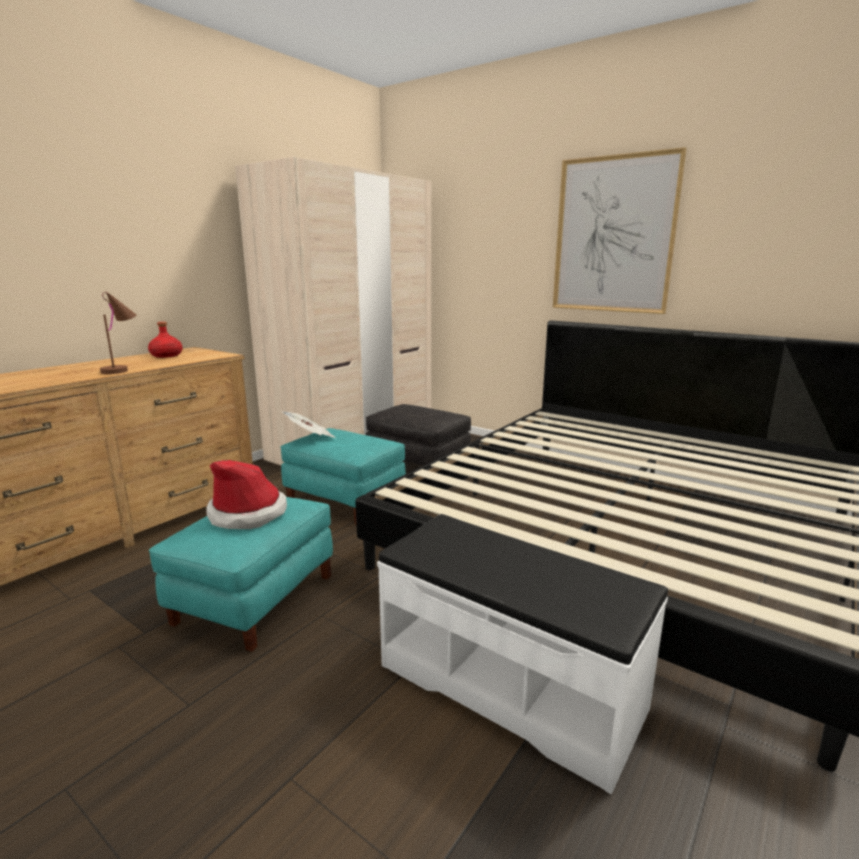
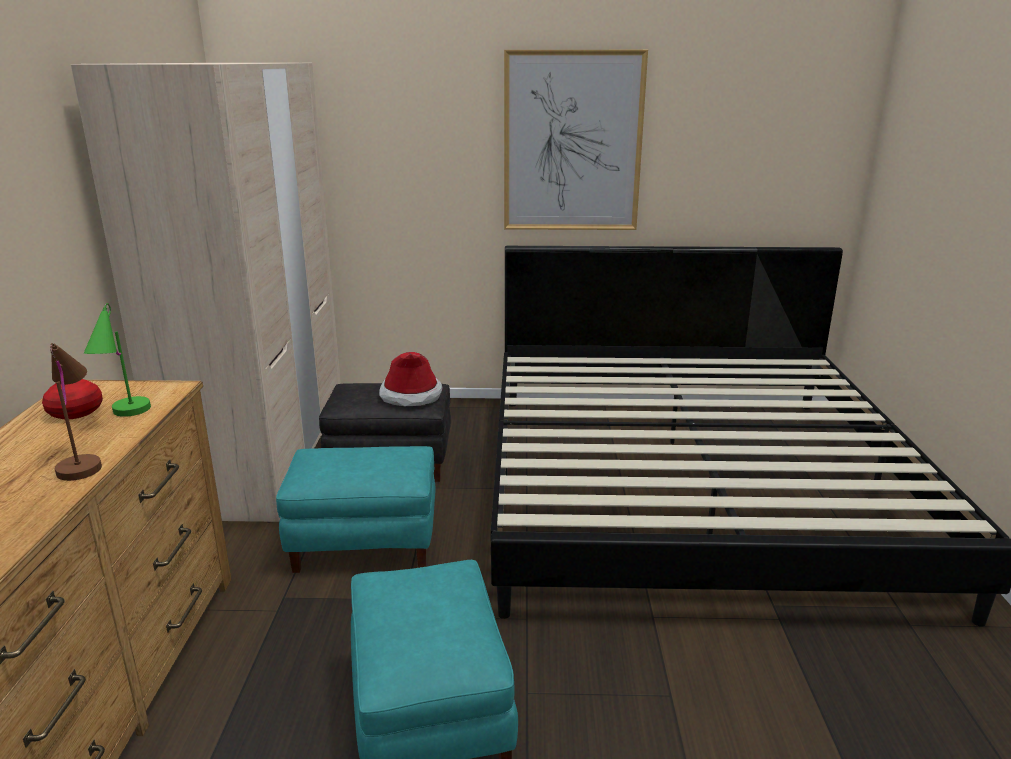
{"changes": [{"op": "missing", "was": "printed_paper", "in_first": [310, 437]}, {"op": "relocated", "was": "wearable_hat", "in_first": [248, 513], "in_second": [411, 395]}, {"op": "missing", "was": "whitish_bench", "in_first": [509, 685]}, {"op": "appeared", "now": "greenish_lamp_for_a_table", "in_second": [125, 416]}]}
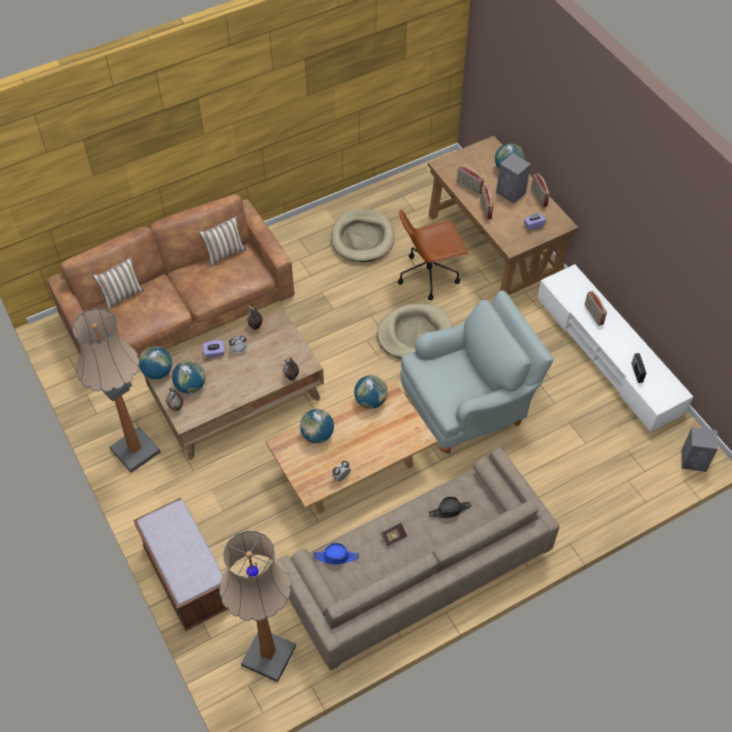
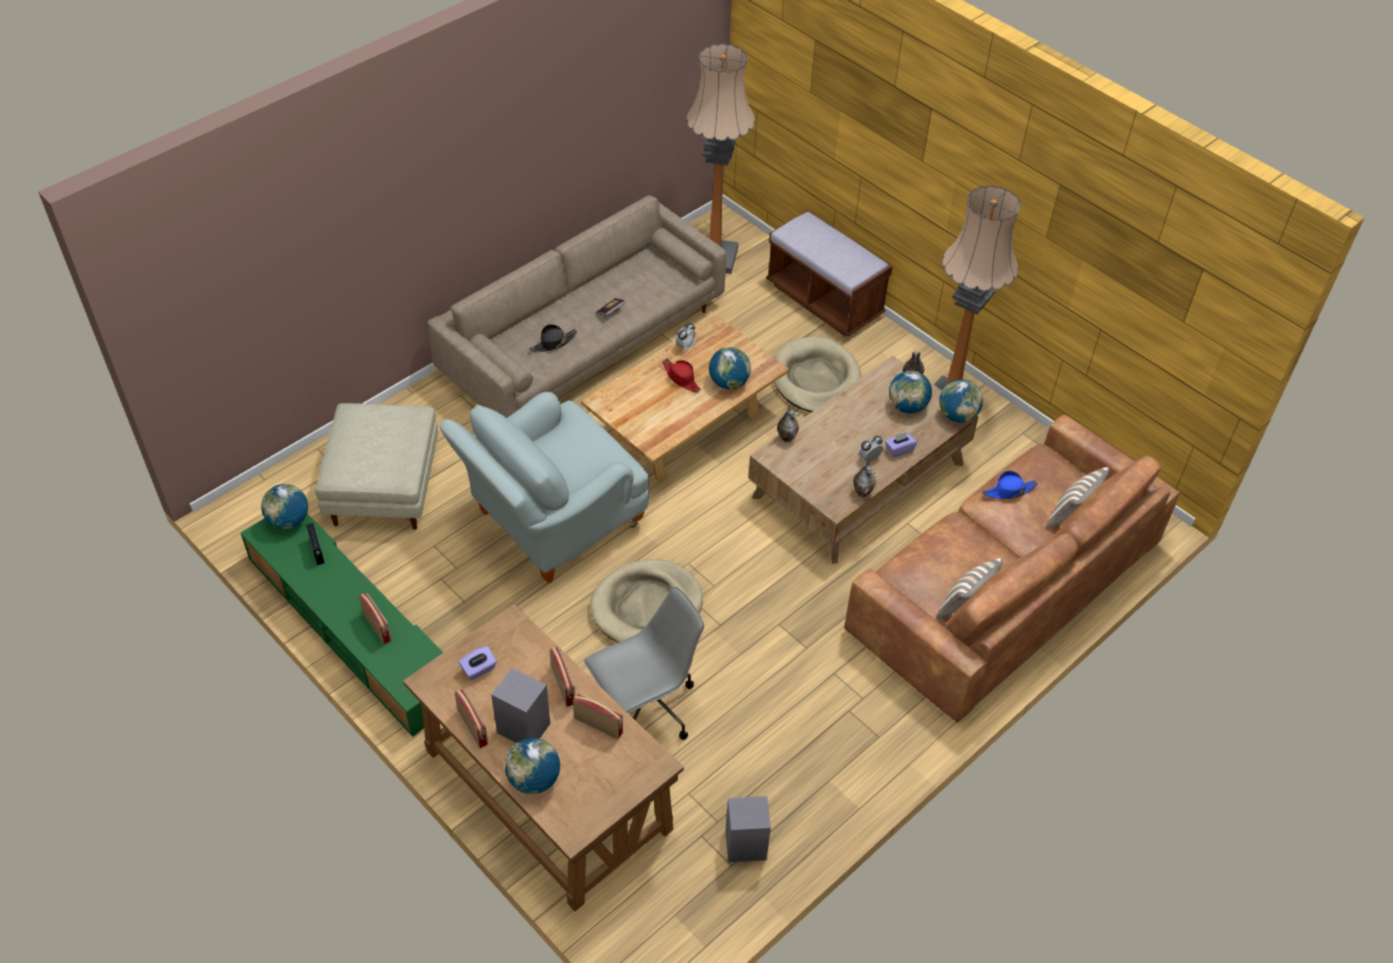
{"changes": [{"op": "relocated", "was": "sand-coloured_pet_bed", "in_first": [362, 238], "in_second": [816, 379]}, {"op": "colour", "was": "brown_computer_chair", "now": "gray_computer_chair", "in_first": [429, 275], "in_second": [646, 709]}, {"op": "colour", "was": "whitish_media_console", "now": "greenish_media_console", "in_first": [608, 355], "in_second": [354, 627]}, {"op": "relocated", "was": "world_globe", "in_first": [370, 401], "in_second": [289, 521]}, {"op": "relocated", "was": "gray_audio_speaker", "in_first": [694, 461], "in_second": [744, 845]}, {"op": "relocated", "was": "blue-coloured_wearable_hat", "in_first": [336, 557], "in_second": [1009, 491]}, {"op": "appeared", "now": "red_wearable_hat", "in_second": [681, 378]}, {"op": "appeared", "now": "sand-coloured_pouffe", "in_second": [383, 485]}]}
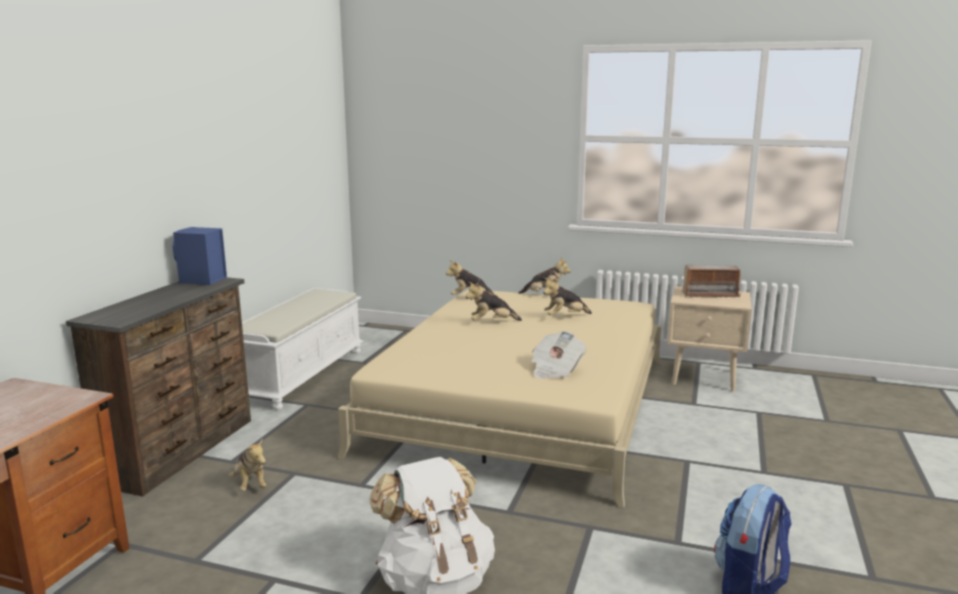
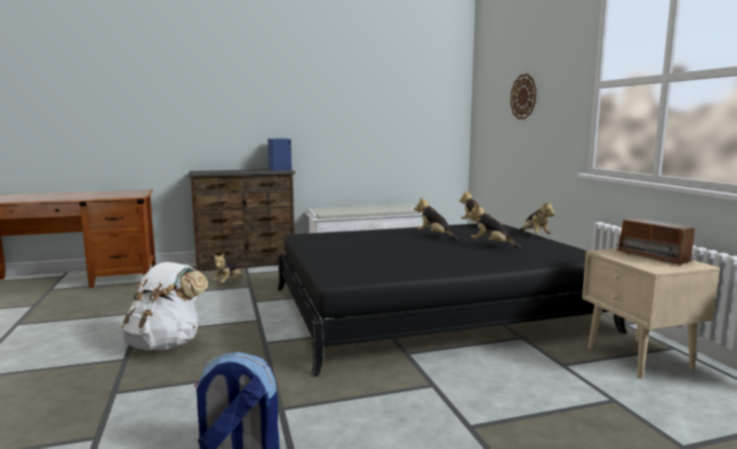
{"changes": [{"op": "colour", "was": "sand-coloured_bed", "now": "black_bed", "in_first": [522, 404], "in_second": [431, 308]}, {"op": "missing", "was": "printed_paper", "in_first": [555, 370]}, {"op": "appeared", "now": "wall_clock", "in_second": [523, 96]}]}
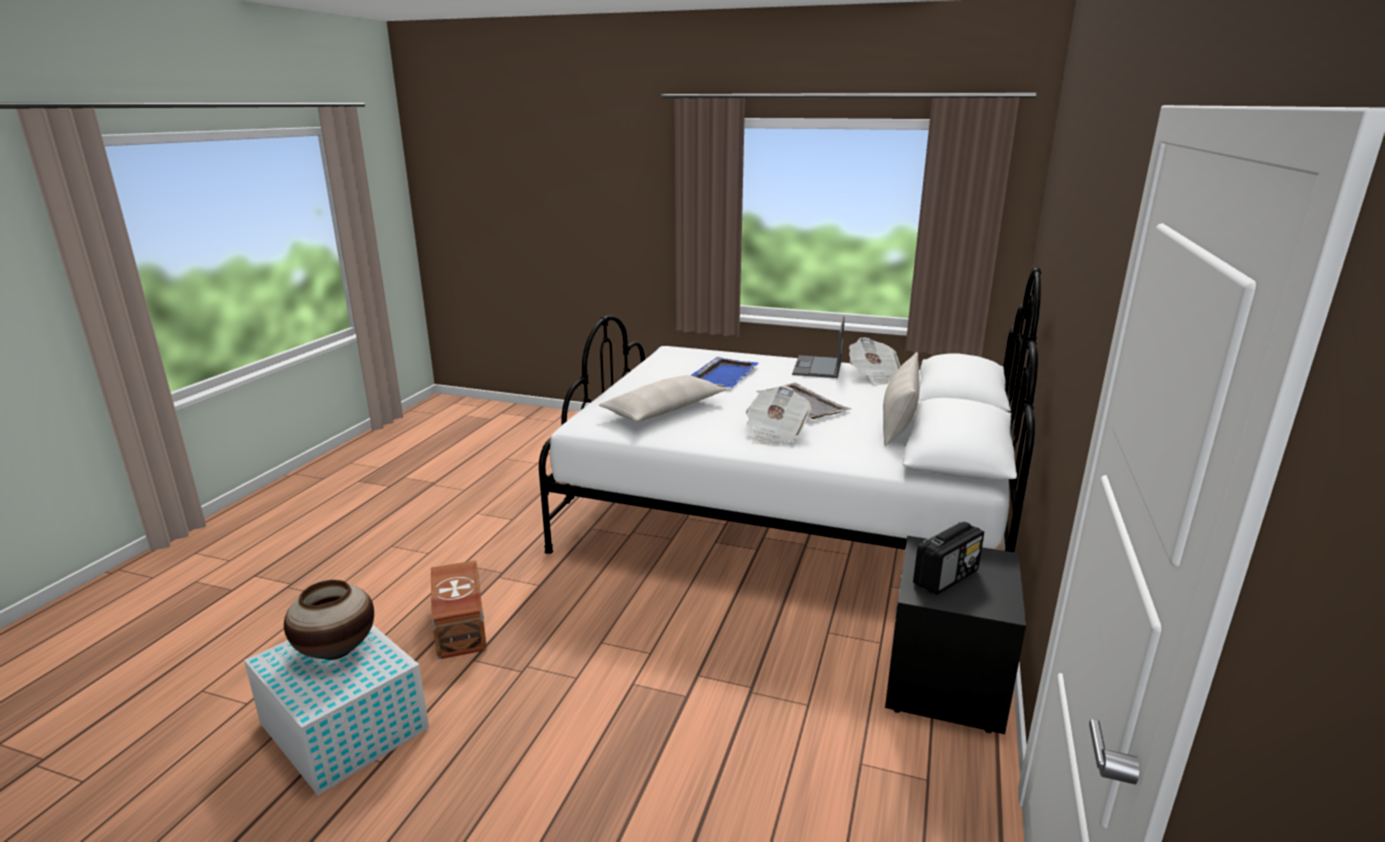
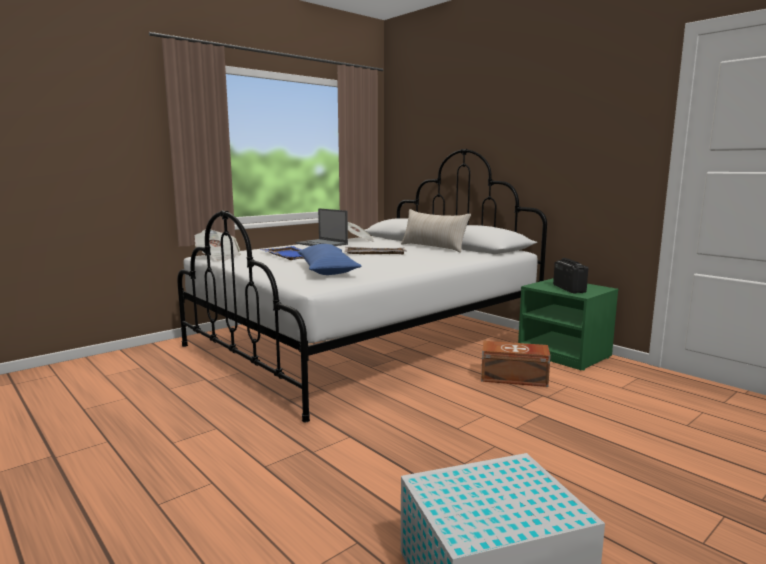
{"changes": [{"op": "colour", "was": "sand-coloured_throw_pillow", "now": "blue-coloured_throw_pillow", "in_first": [663, 410], "in_second": [327, 270]}, {"op": "relocated", "was": "printed_paper", "in_first": [775, 433], "in_second": [218, 257]}, {"op": "colour", "was": "black_bedside_table", "now": "greenish_bedside_table", "in_first": [947, 681], "in_second": [565, 354]}, {"op": "relocated", "was": "brown_storage_box", "in_first": [459, 627], "in_second": [515, 378]}, {"op": "missing", "was": "decorative_vase", "in_first": [337, 650]}]}
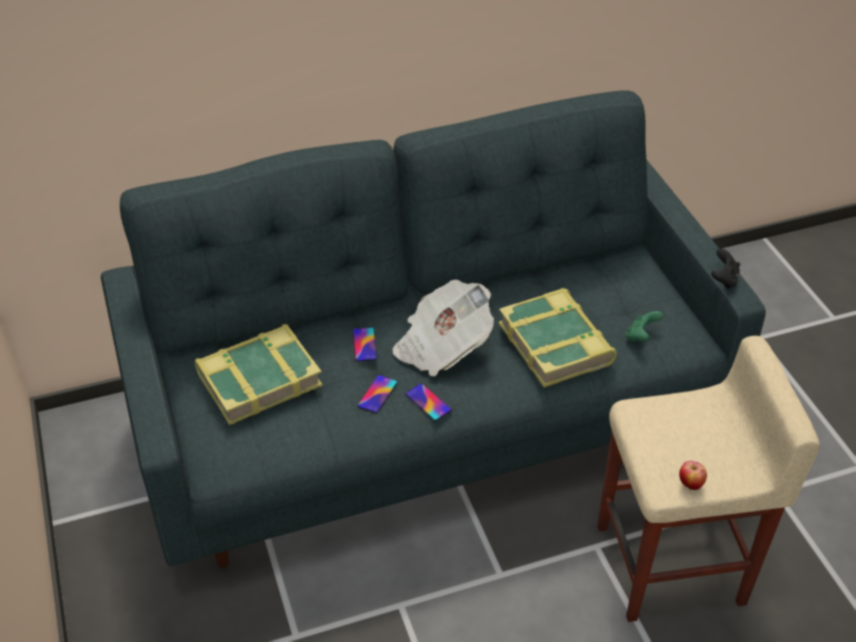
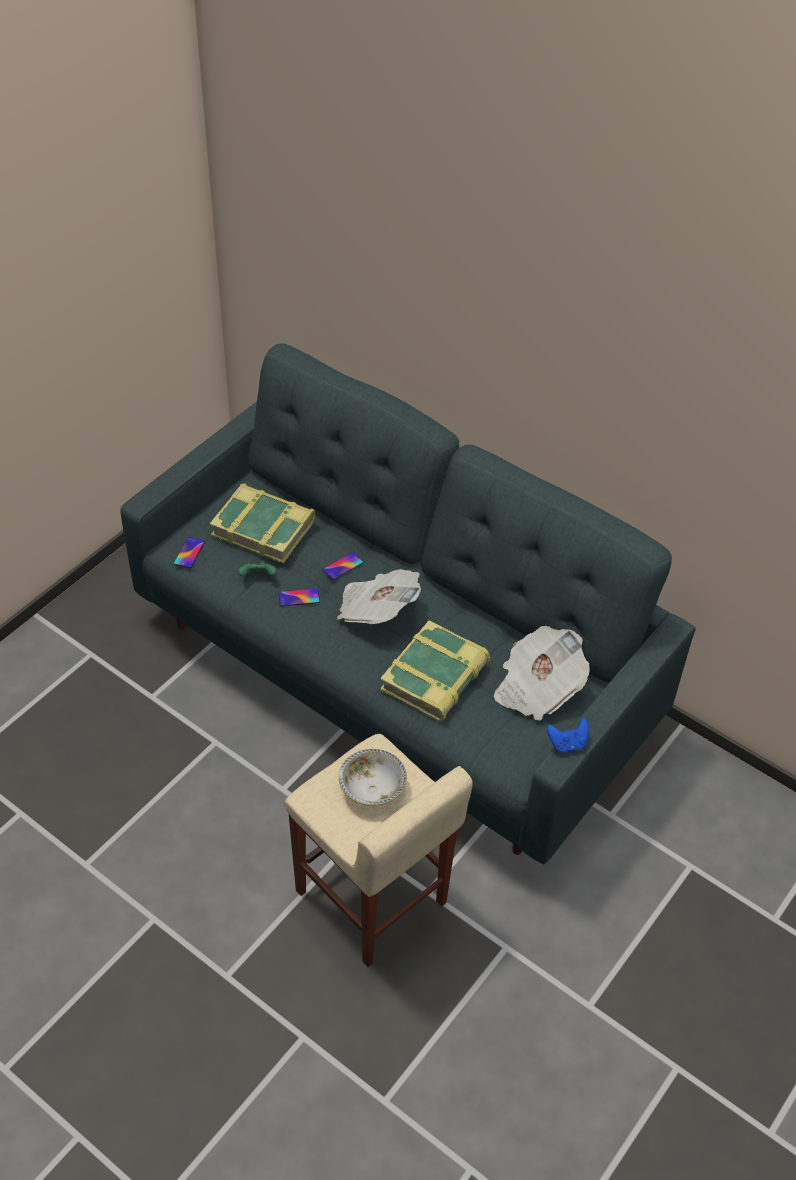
{"changes": [{"op": "colour", "was": "black_game_controller", "now": "blue-coloured_game_controller", "in_first": [723, 279], "in_second": [567, 743]}, {"op": "relocated", "was": "greenish_game_controller", "in_first": [641, 336], "in_second": [258, 577]}, {"op": "relocated", "was": "phone", "in_first": [428, 402], "in_second": [189, 553]}, {"op": "missing", "was": "apple_fruit", "in_first": [690, 484]}, {"op": "appeared", "now": "printed_paper", "in_second": [537, 687]}, {"op": "appeared", "now": "serving_bowl", "in_second": [372, 789]}]}
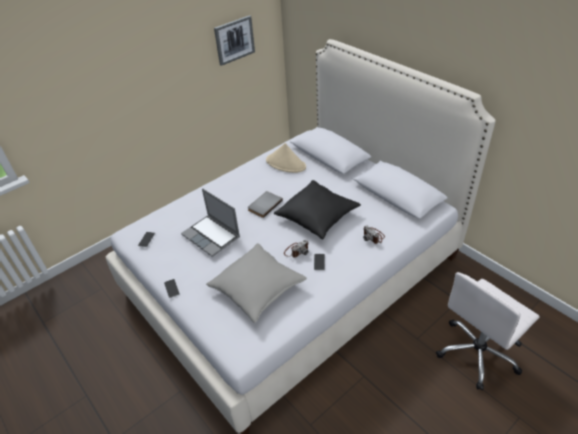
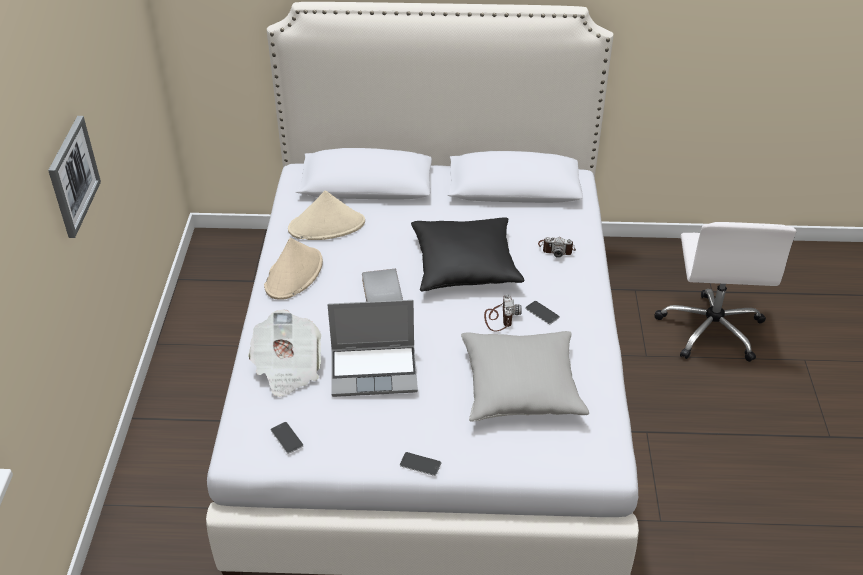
{"changes": [{"op": "relocated", "was": "picture", "in_first": [234, 40], "in_second": [72, 176]}, {"op": "appeared", "now": "sand-coloured_wearable_hat", "in_second": [294, 274]}, {"op": "appeared", "now": "printed_paper", "in_second": [287, 368]}]}
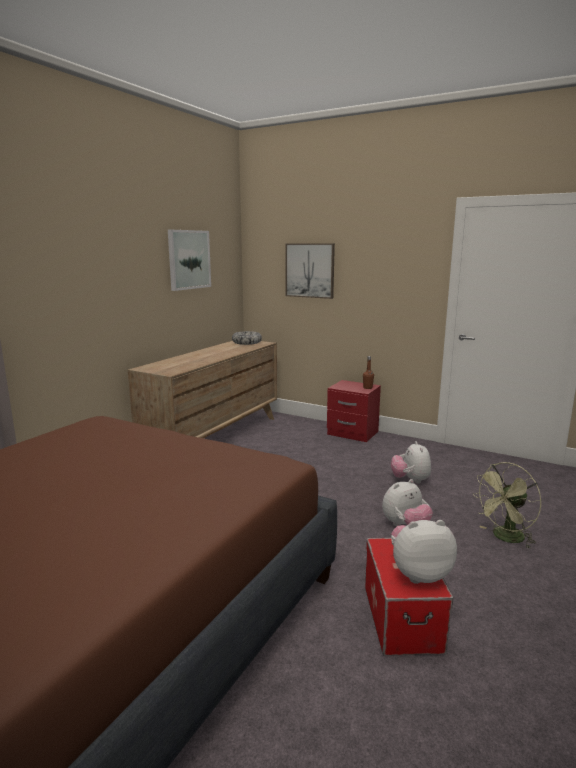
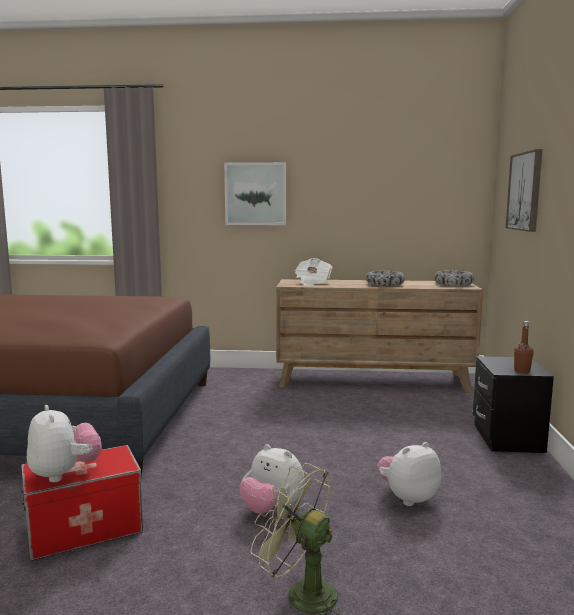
{"changes": [{"op": "relocated", "was": "picture", "in_first": [189, 259], "in_second": [255, 194]}, {"op": "colour", "was": "red_bedside_table", "now": "black_bedside_table", "in_first": [352, 433], "in_second": [505, 438]}, {"op": "appeared", "now": "printed_paper", "in_second": [312, 282]}, {"op": "appeared", "now": "serving_bowl", "in_second": [385, 284]}]}
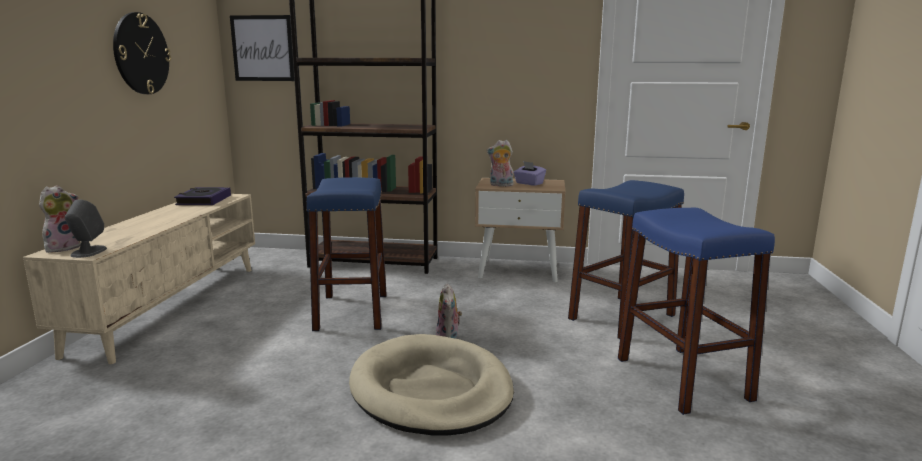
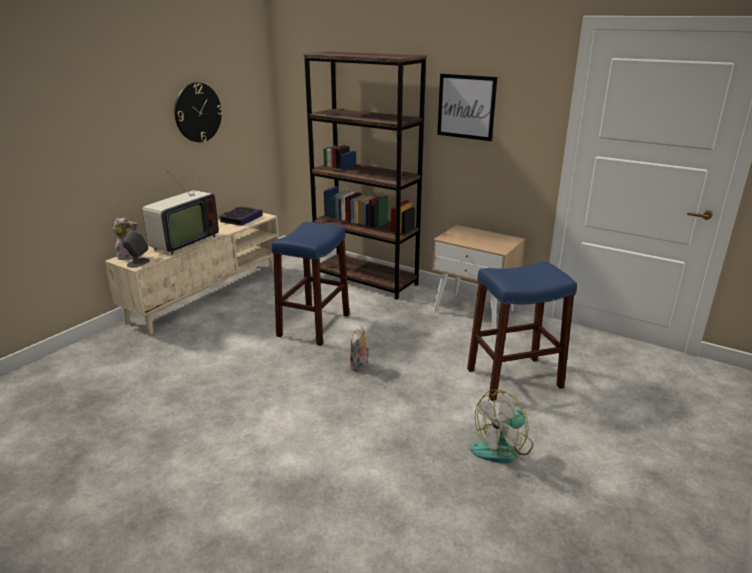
{"changes": [{"op": "relocated", "was": "picture", "in_first": [263, 48], "in_second": [466, 107]}, {"op": "missing", "was": "plush_toy", "in_first": [500, 185]}, {"op": "missing", "was": "purple-coloured_tissue_box", "in_first": [529, 183]}, {"op": "exchanged", "was": "blue-coloured_stool_seat", "now": "cooling_fan", "in_first": [682, 379], "in_second": [502, 448]}, {"op": "missing", "was": "sand-coloured_pet_bed", "in_first": [431, 390]}, {"op": "appeared", "now": "television", "in_second": [182, 242]}]}
